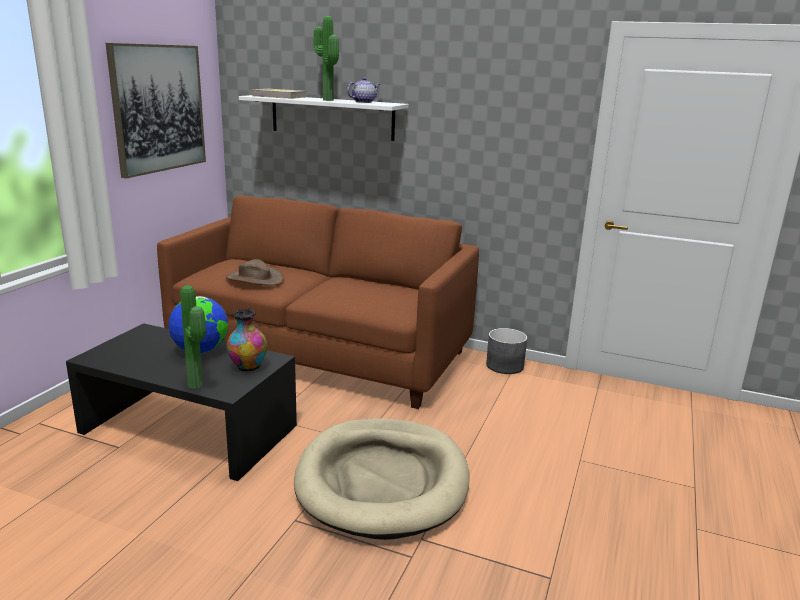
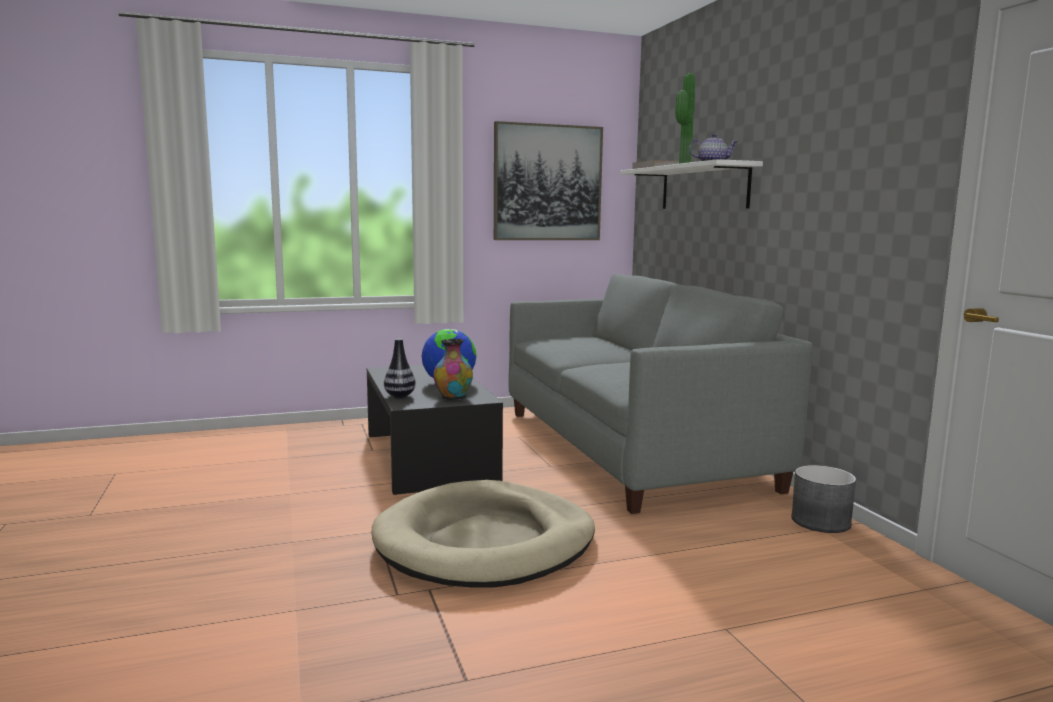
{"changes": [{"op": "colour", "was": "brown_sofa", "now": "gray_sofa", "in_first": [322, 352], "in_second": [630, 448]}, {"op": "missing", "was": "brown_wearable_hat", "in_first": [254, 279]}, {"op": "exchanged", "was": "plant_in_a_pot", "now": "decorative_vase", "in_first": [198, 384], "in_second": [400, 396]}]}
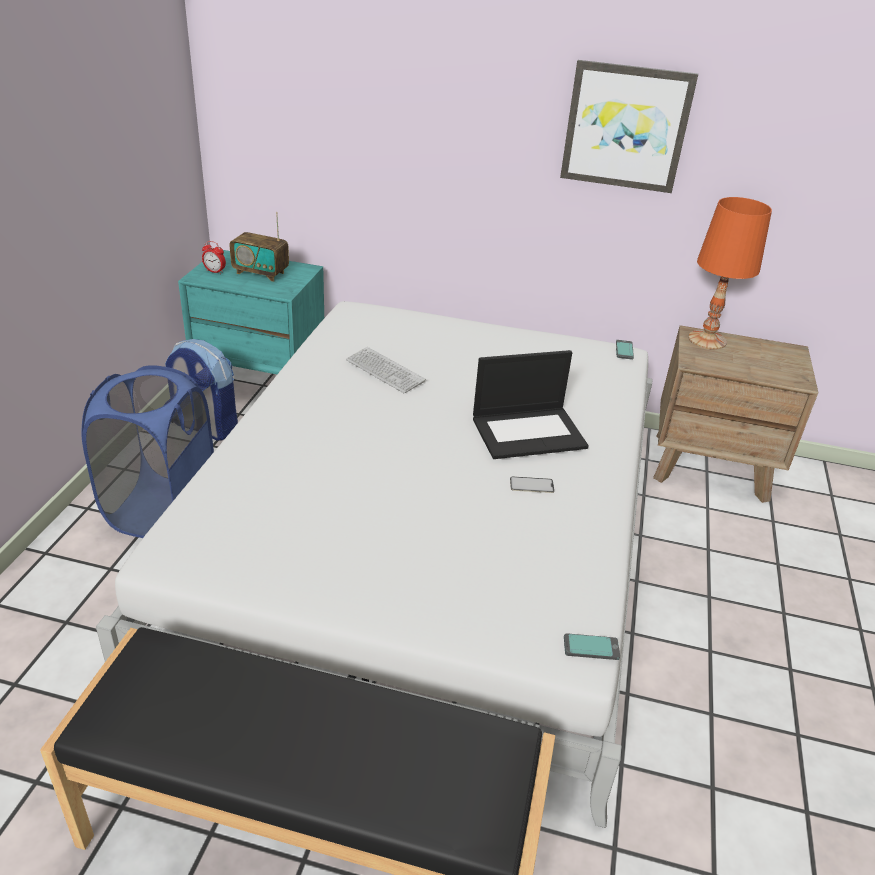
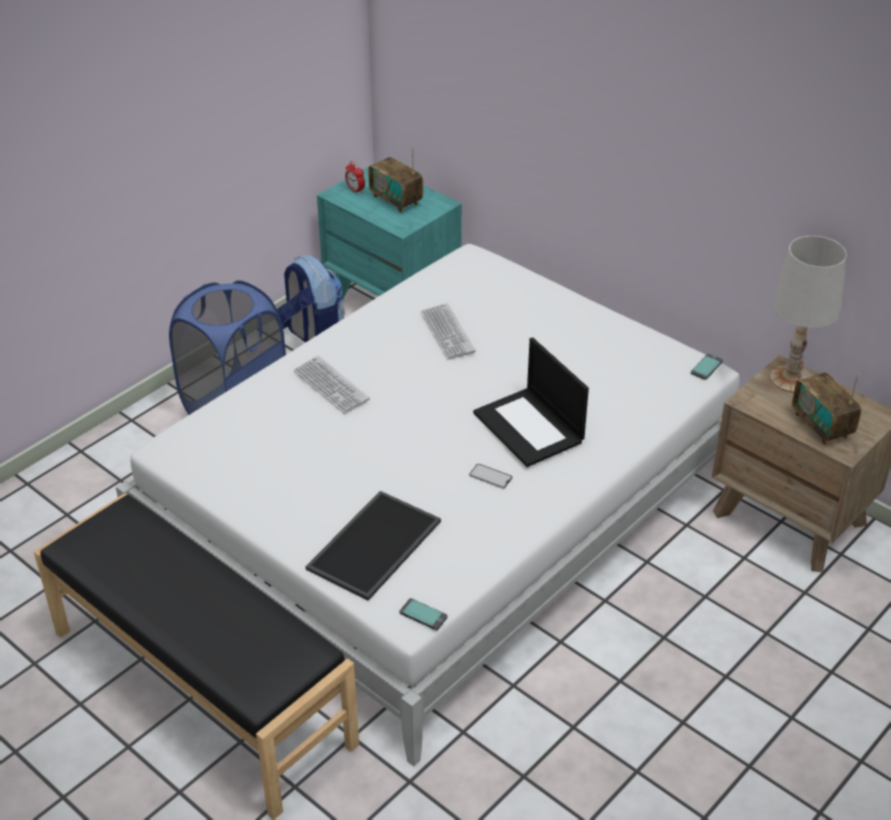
{"changes": [{"op": "missing", "was": "picture", "in_first": [626, 127]}, {"op": "colour", "was": "orange-coloured_lamp_for_a_table", "now": "whitish_lamp_for_a_table", "in_first": [707, 340], "in_second": [791, 379]}, {"op": "spun", "was": "laptop", "in_first": [529, 432], "in_second": [530, 427], "clockwise": 45}, {"op": "appeared", "now": "computer_keyboard", "in_second": [331, 386]}, {"op": "appeared", "now": "radio", "in_second": [821, 425]}, {"op": "appeared", "now": "carrying_tray", "in_second": [375, 546]}]}
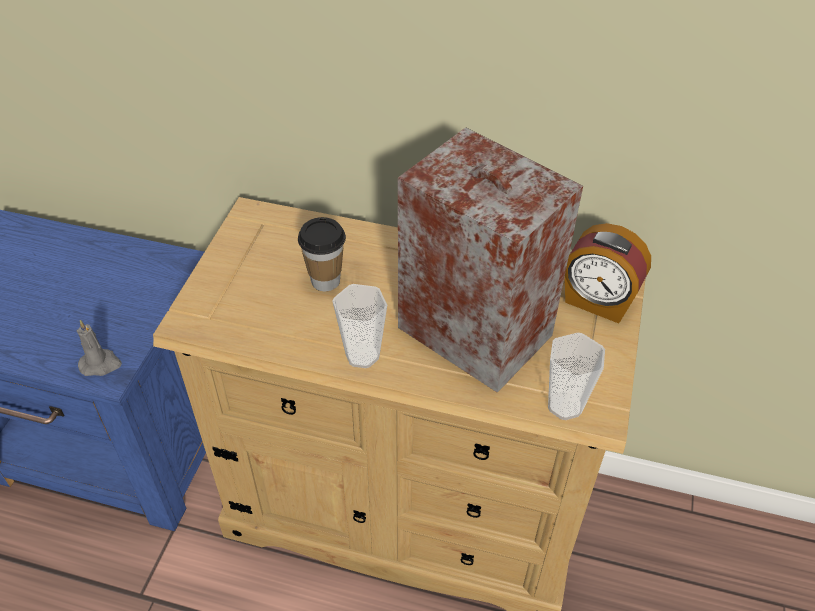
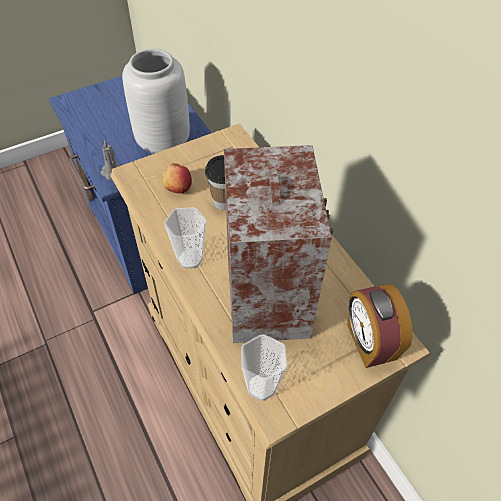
{"changes": [{"op": "appeared", "now": "gray_decorative_vase", "in_second": [162, 141]}, {"op": "appeared", "now": "apple_fruit", "in_second": [178, 187]}]}
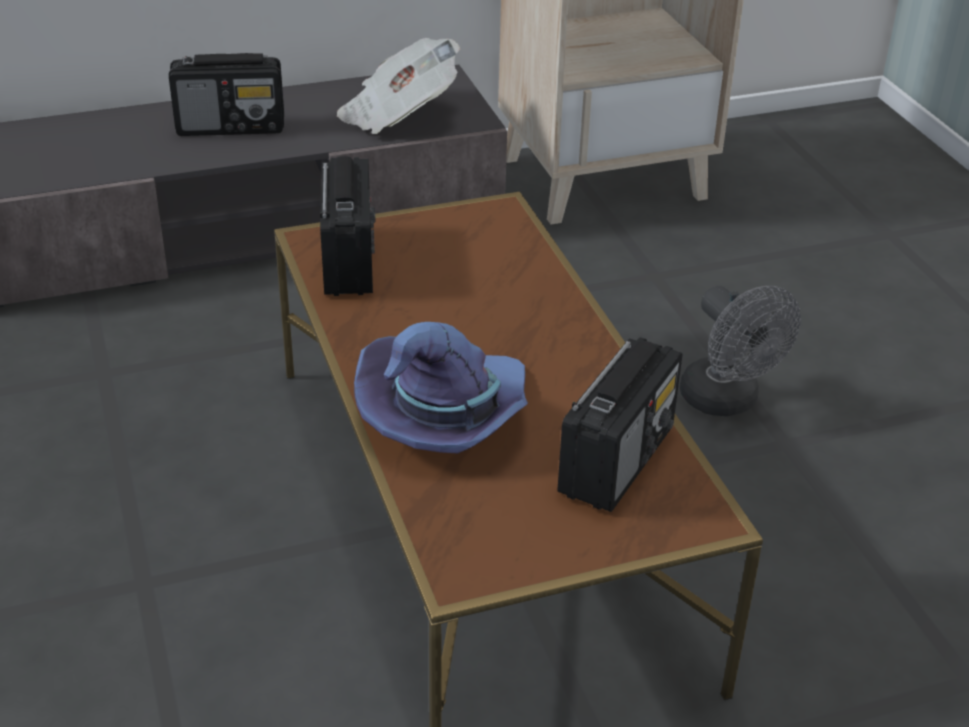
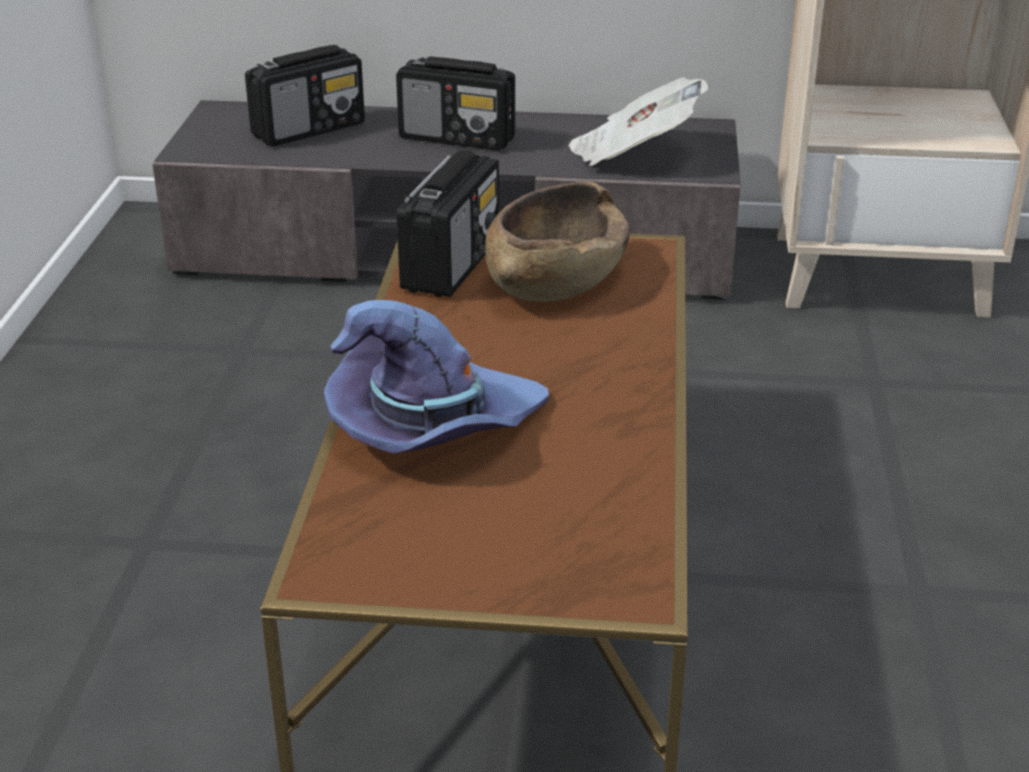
{"changes": [{"op": "missing", "was": "gray_cooling_fan", "in_first": [727, 401]}, {"op": "relocated", "was": "radio", "in_first": [617, 459], "in_second": [309, 130]}, {"op": "appeared", "now": "brown_serving_bowl", "in_second": [555, 279]}]}
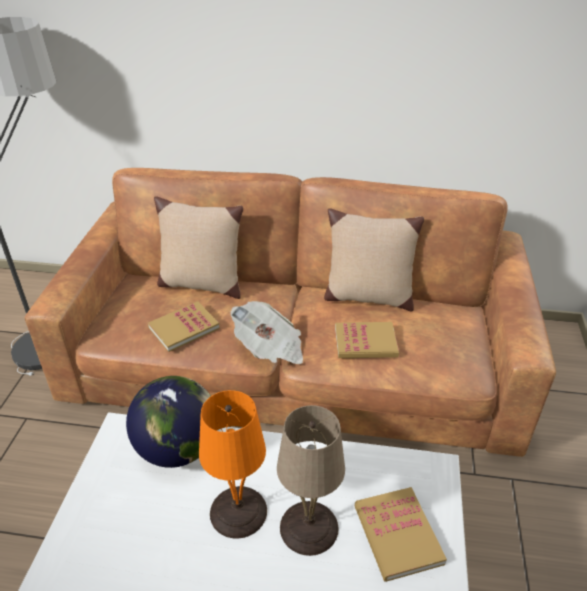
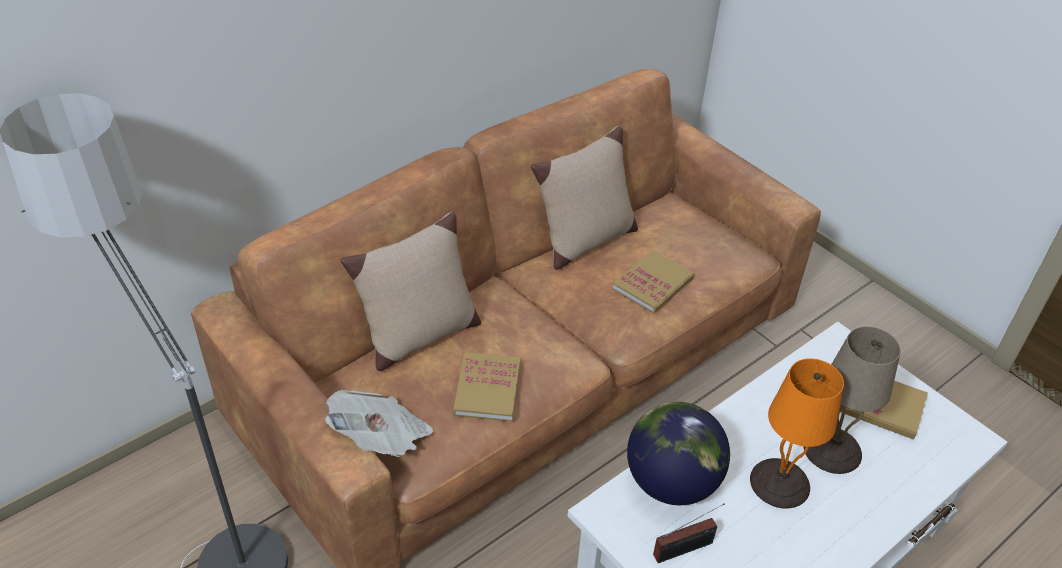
{"changes": [{"op": "relocated", "was": "printed_paper", "in_first": [270, 348], "in_second": [381, 439]}, {"op": "appeared", "now": "radio", "in_second": [686, 548]}]}
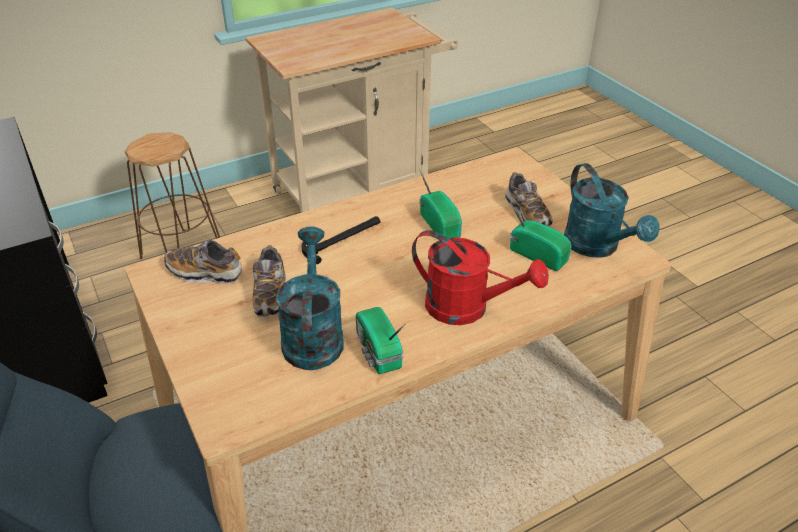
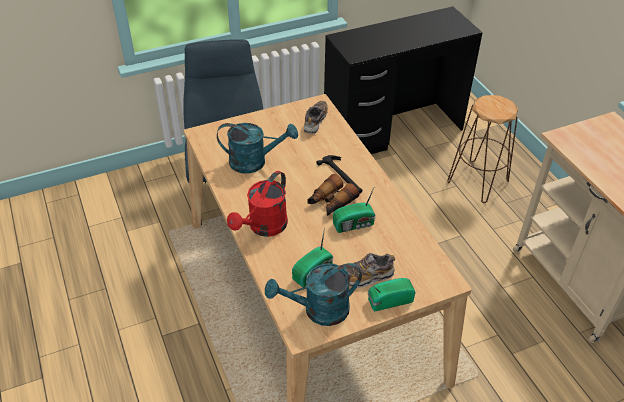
{"changes": [{"op": "missing", "was": "item_of_footwear", "in_first": [271, 294]}, {"op": "relocated", "was": "radio", "in_first": [377, 352], "in_second": [388, 300]}, {"op": "appeared", "now": "pair_of_binoculars", "in_second": [331, 202]}]}
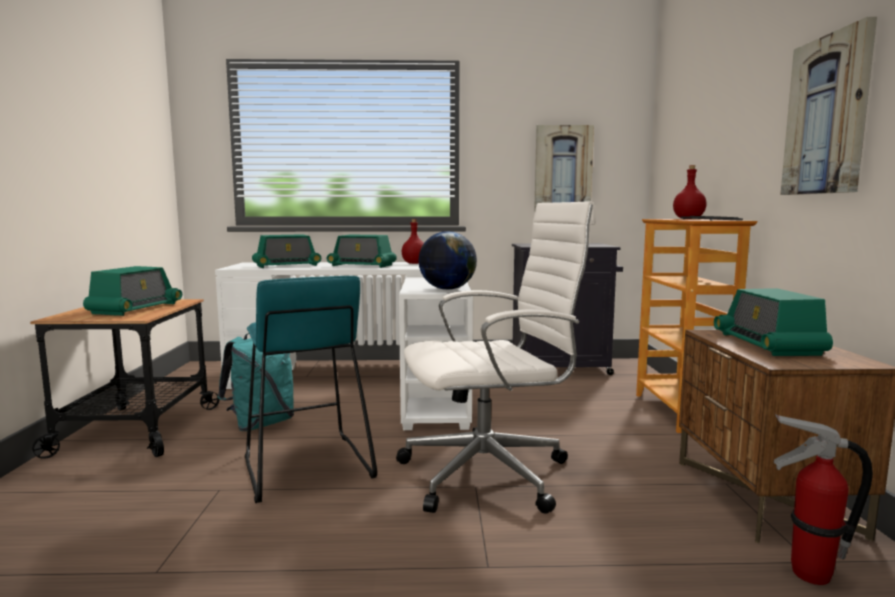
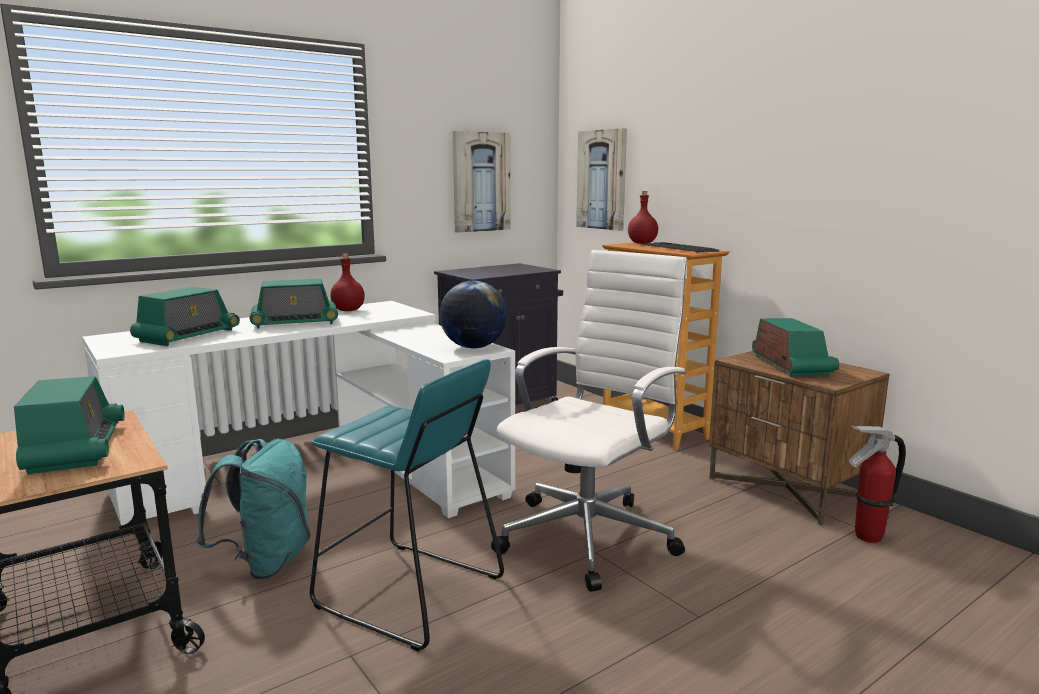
{"changes": [{"op": "relocated", "was": "picture", "in_first": [827, 115], "in_second": [602, 180]}, {"op": "spun", "was": "radio", "in_first": [767, 344], "in_second": [791, 365], "clockwise": -150}]}
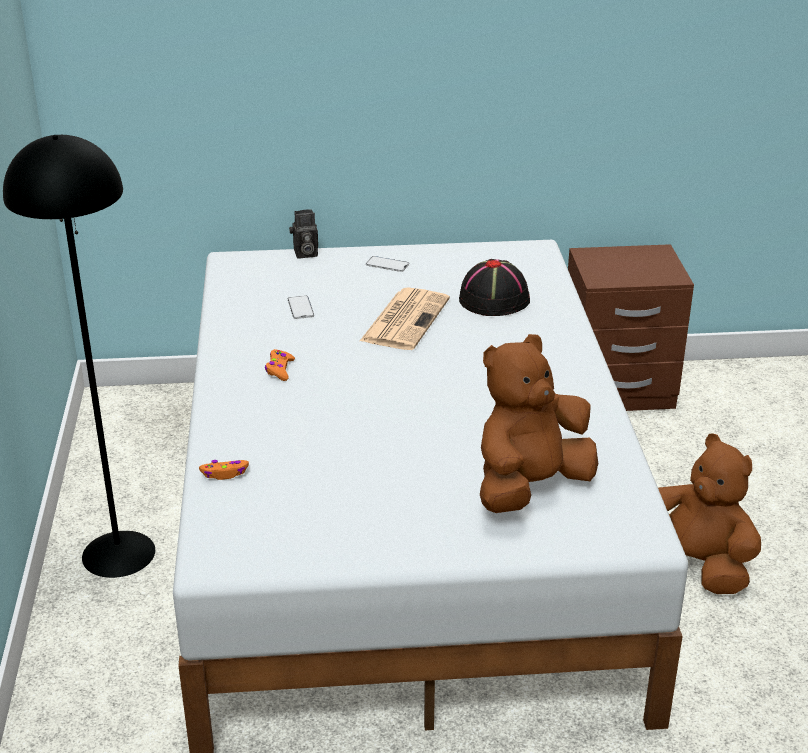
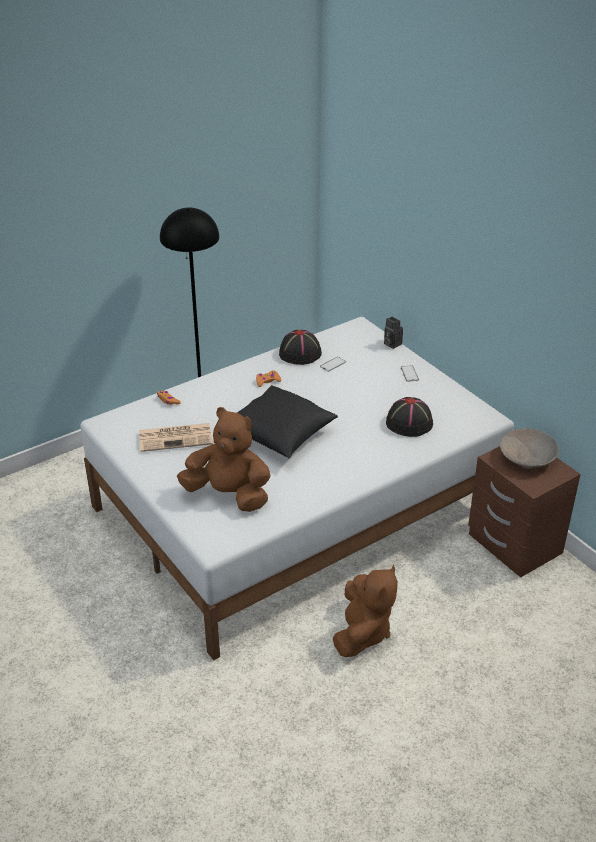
{"changes": [{"op": "relocated", "was": "printed_paper", "in_first": [405, 319], "in_second": [176, 437]}, {"op": "appeared", "now": "black_wearable_hat", "in_second": [300, 353]}, {"op": "appeared", "now": "black_throw_pillow", "in_second": [279, 435]}, {"op": "appeared", "now": "sand-coloured_serving_bowl", "in_second": [528, 458]}]}
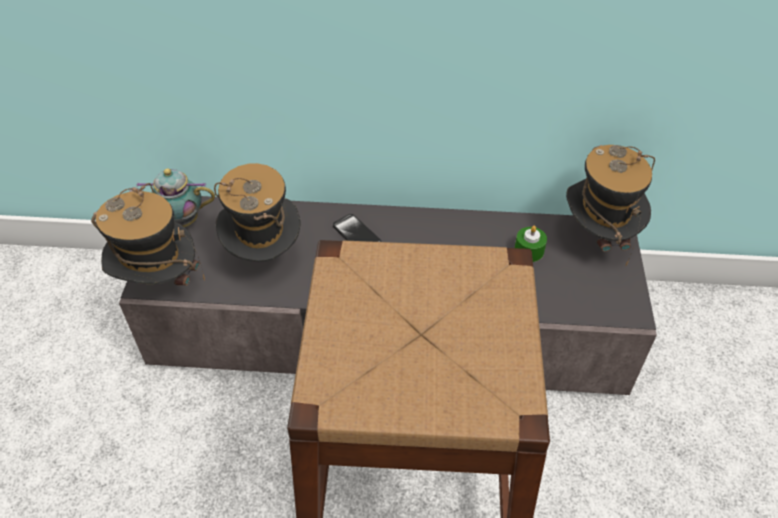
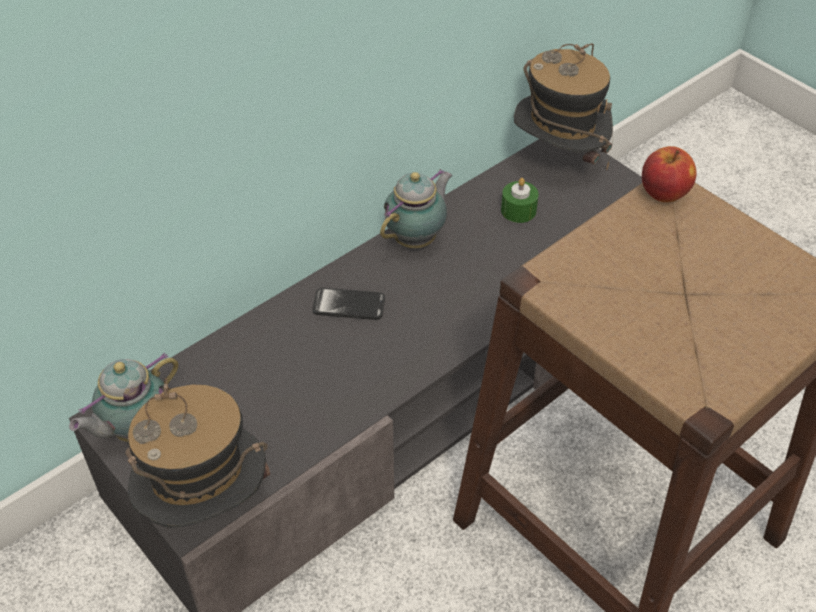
{"changes": [{"op": "missing", "was": "wearable_hat", "in_first": [264, 257]}, {"op": "appeared", "now": "apple_fruit", "in_second": [664, 193]}, {"op": "appeared", "now": "pot_for_tea", "in_second": [417, 239]}]}
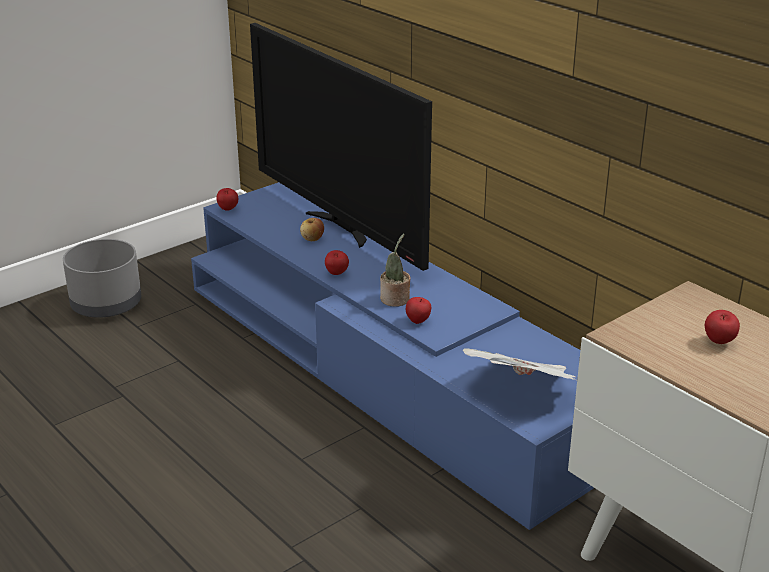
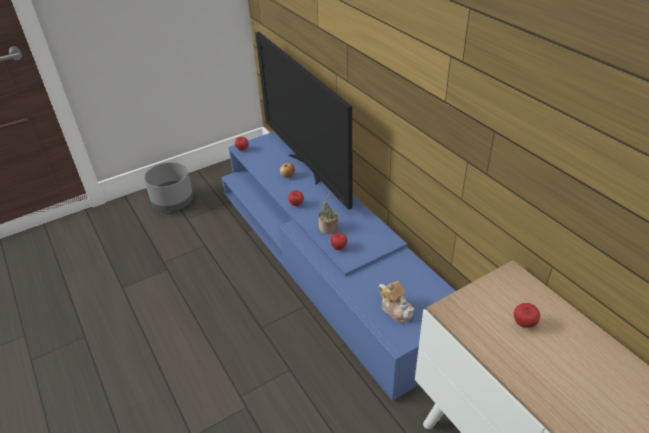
{"changes": [{"op": "exchanged", "was": "printed_paper", "now": "pot_for_tea", "in_first": [522, 390], "in_second": [396, 310]}]}
